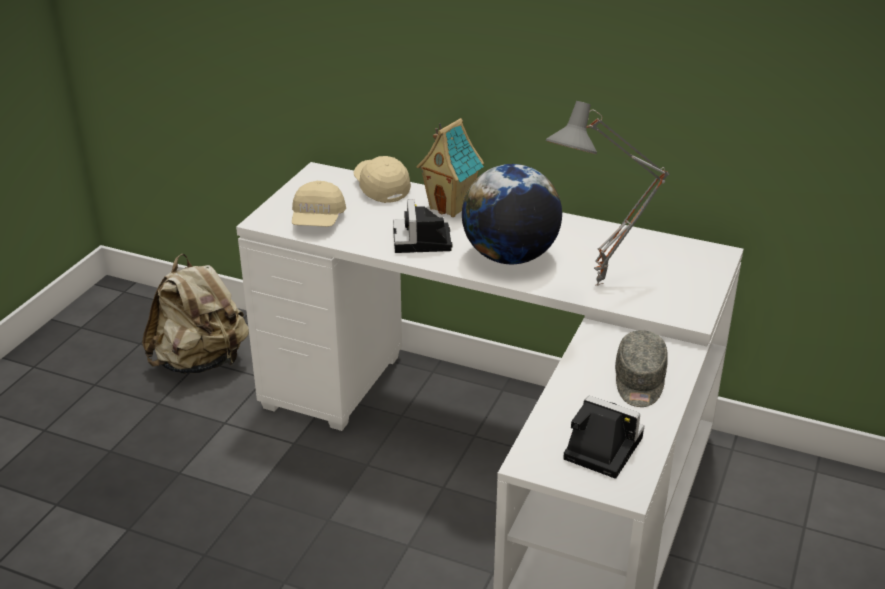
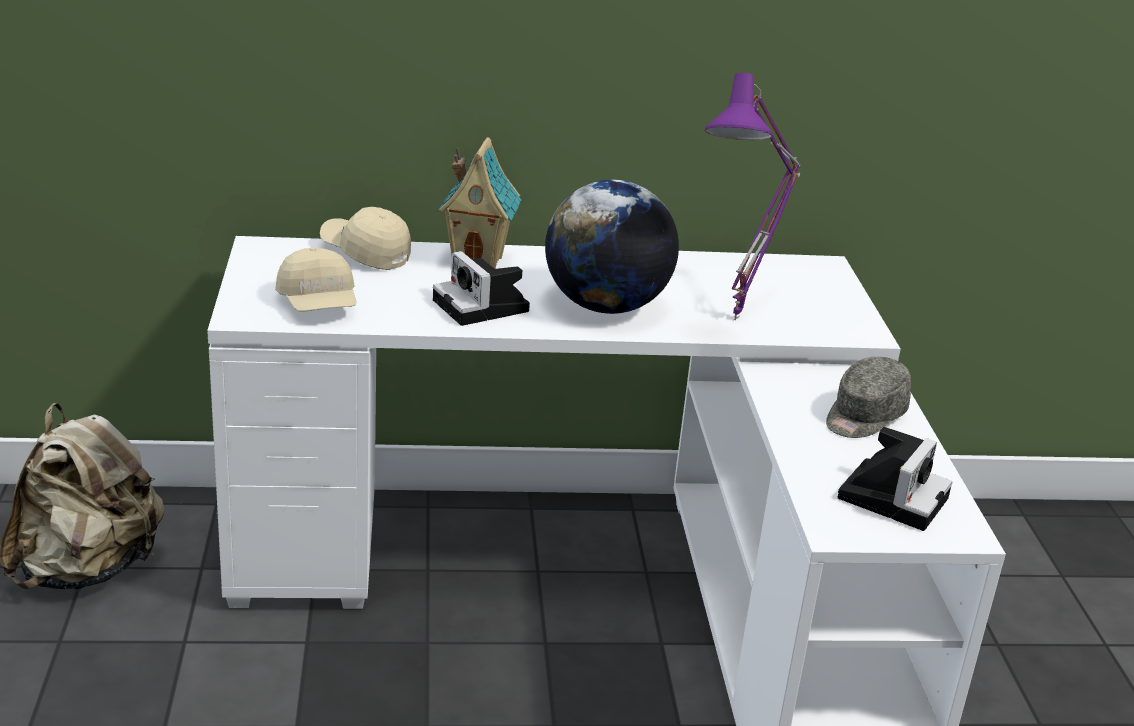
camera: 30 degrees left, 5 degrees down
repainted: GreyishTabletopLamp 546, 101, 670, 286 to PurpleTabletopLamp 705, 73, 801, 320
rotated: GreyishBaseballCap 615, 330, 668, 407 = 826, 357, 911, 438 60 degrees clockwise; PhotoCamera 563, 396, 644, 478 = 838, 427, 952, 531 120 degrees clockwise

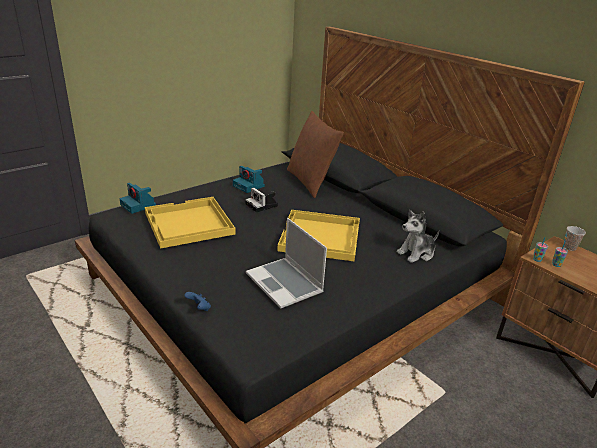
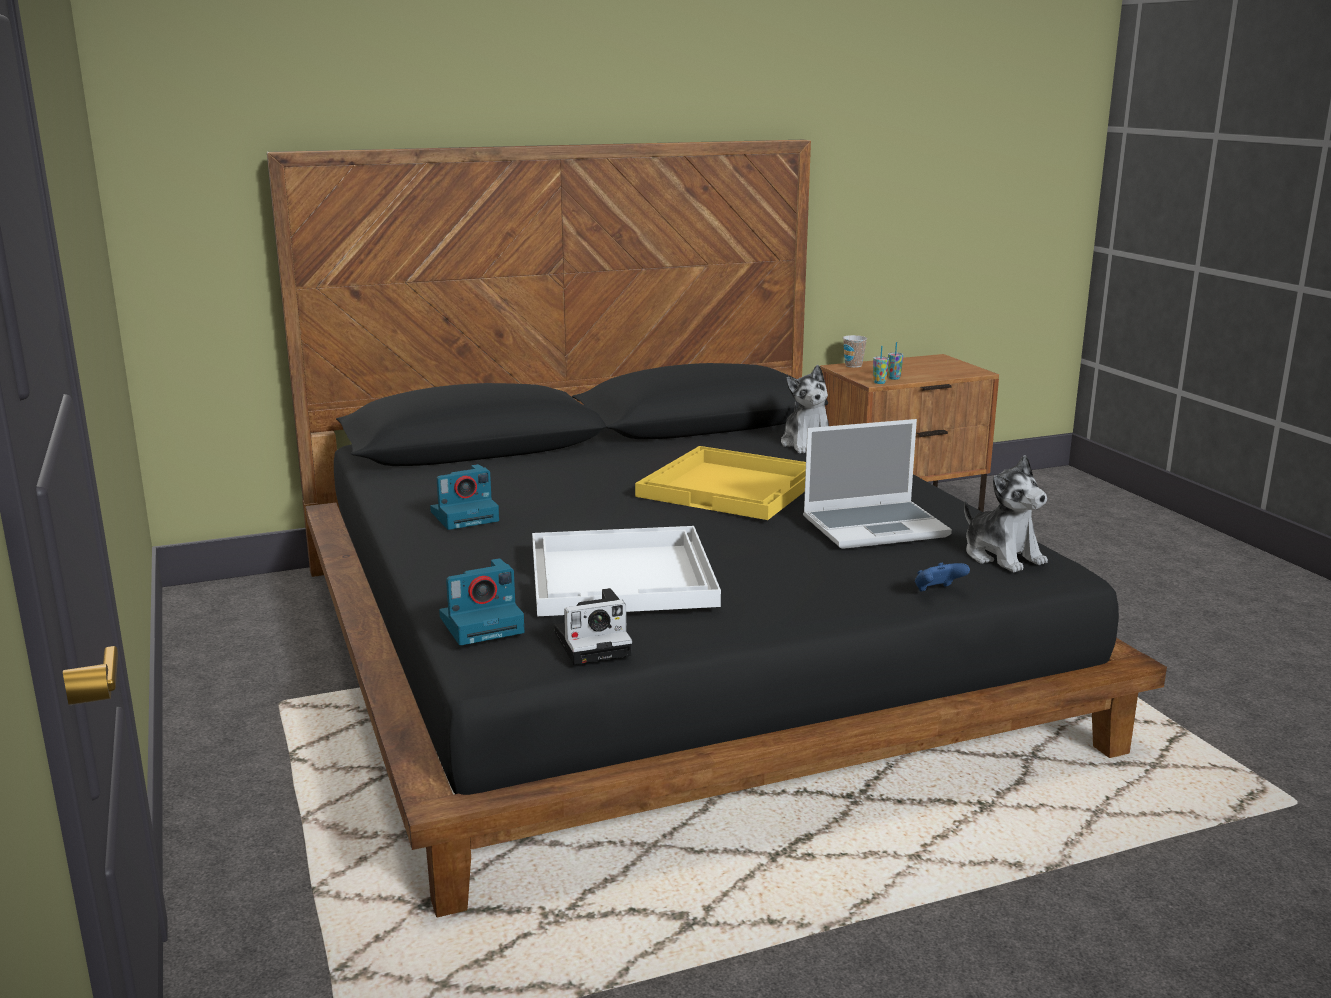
camera: 70 degrees left, 10 degrees down
gone: BrownColouredPillow 287, 111, 344, 198
new: PlushToy 964, 455, 1048, 573
shifted: PhotoCamera 245, 188, 278, 212 to 554, 588, 632, 665
repainted: YellowishTray 145, 197, 235, 249 to WhitishTray 532, 526, 721, 616

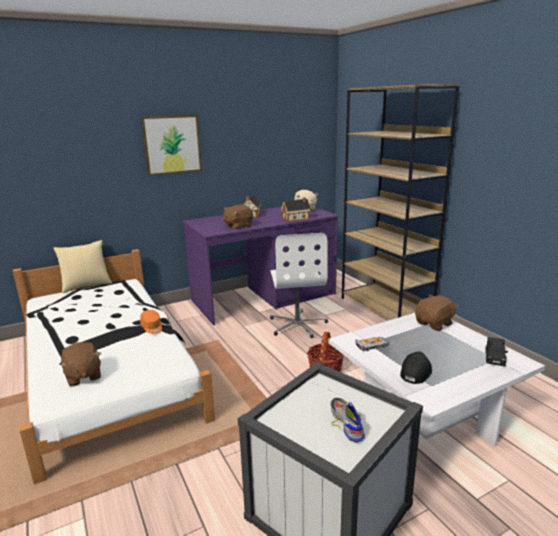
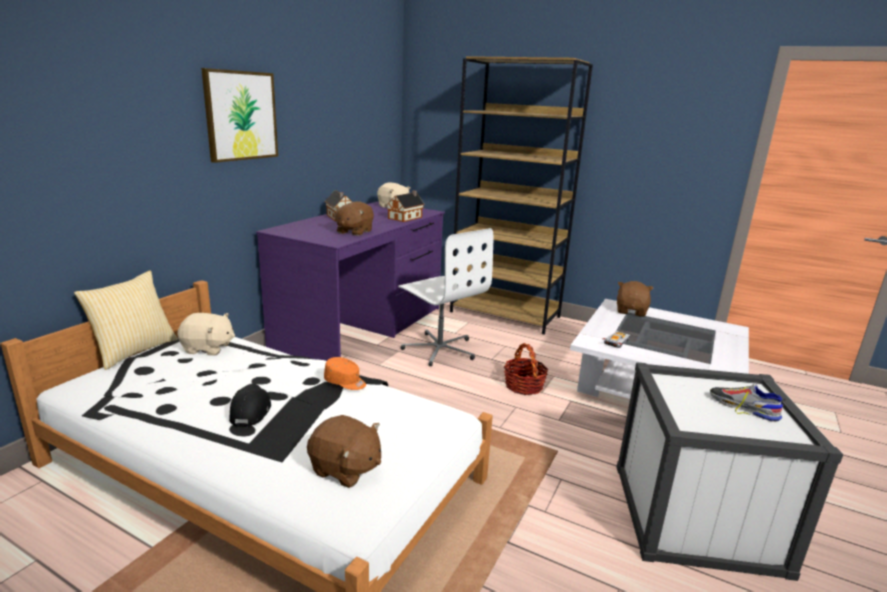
camera: 35 degrees left, 0 degrees up
gone: BlackishModelCar 485, 337, 508, 366
new: BeigeColouredPlushToy 178, 313, 235, 356
shifted: BlackishBaseballCap 400, 351, 432, 384 to 229, 383, 271, 427

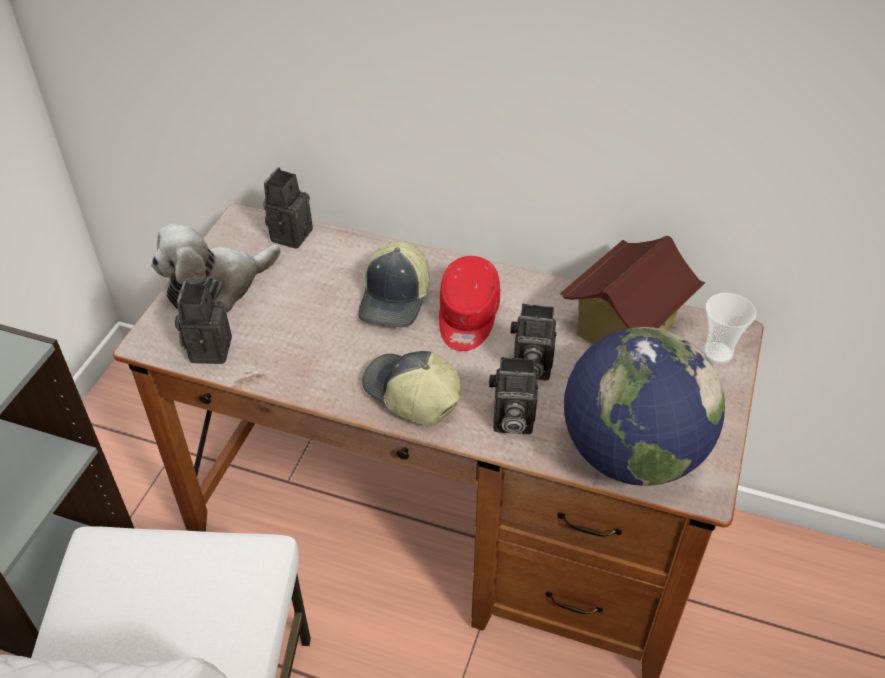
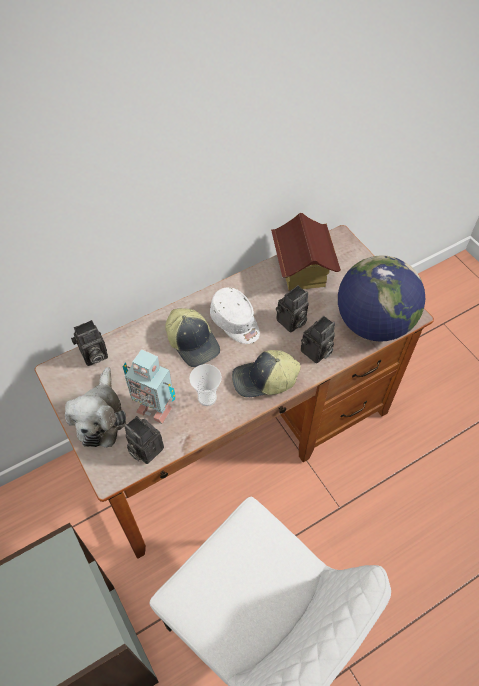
camera: 50 degrees left, 10 degrees up
new: RobotFigure 123, 349, 175, 424
shifted: SmallCup 703, 293, 756, 364 to 189, 364, 222, 406
repainted: RedColouredBaseballCap 439, 256, 500, 351 to WhitishBaseballCap 210, 287, 260, 344
rotated: PhotoCamera 263, 167, 313, 249 = 71, 320, 108, 366 90 degrees counterclockwise

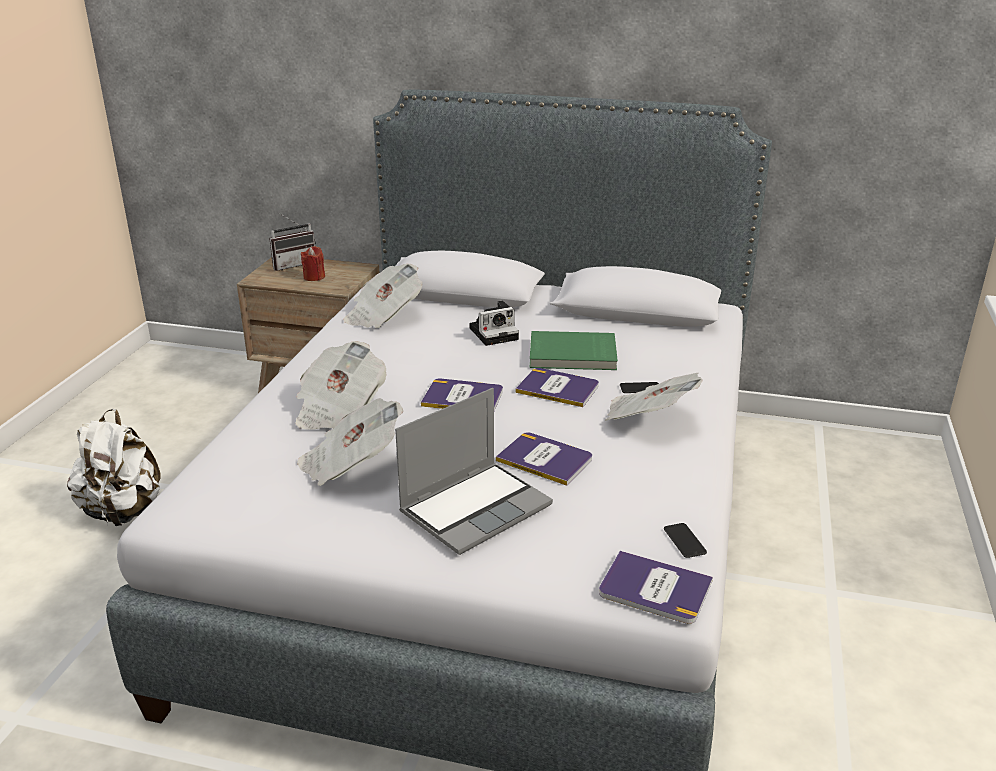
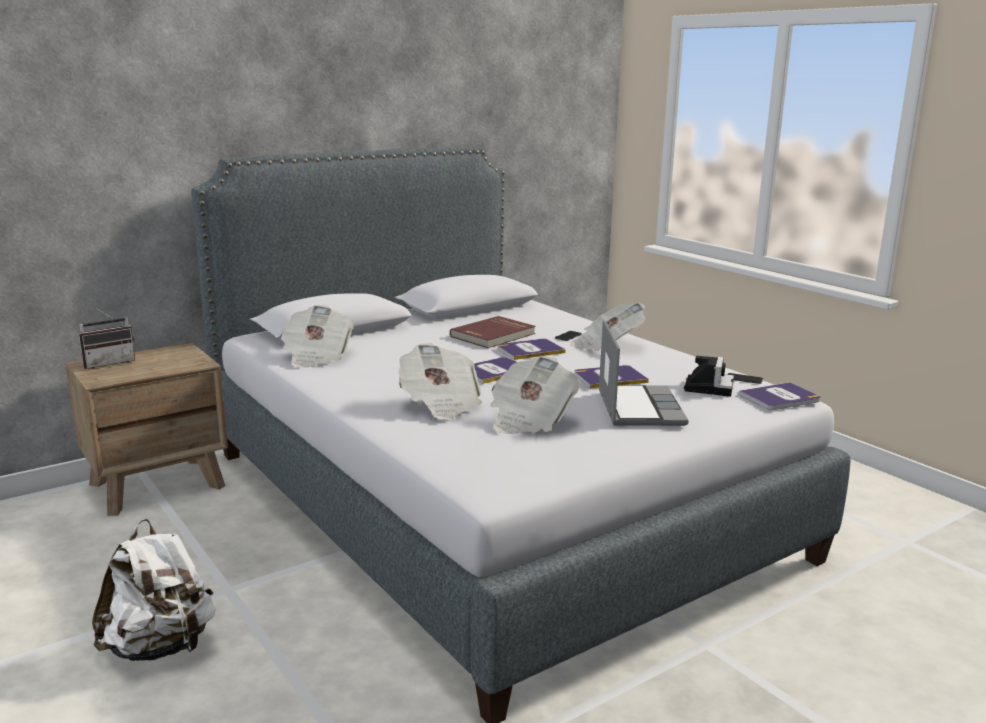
camera: 50 degrees left, 10 degrees down
gone: RedColouredWaxCandle 301, 246, 325, 281
shifted: PhotoCamera 469, 301, 519, 346 to 684, 356, 734, 397
repainted: GreenColouredBook 530, 331, 618, 370 to RedColouredBook 450, 316, 535, 348
rotated: RadioSet 269, 213, 316, 271 = 78, 306, 135, 369 45 degrees clockwise

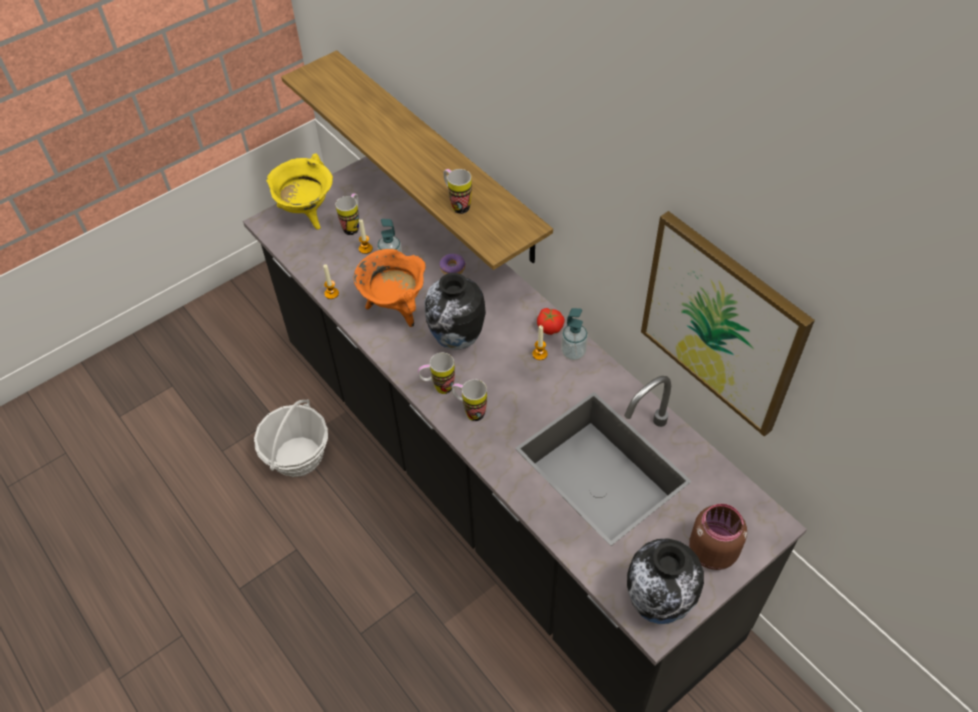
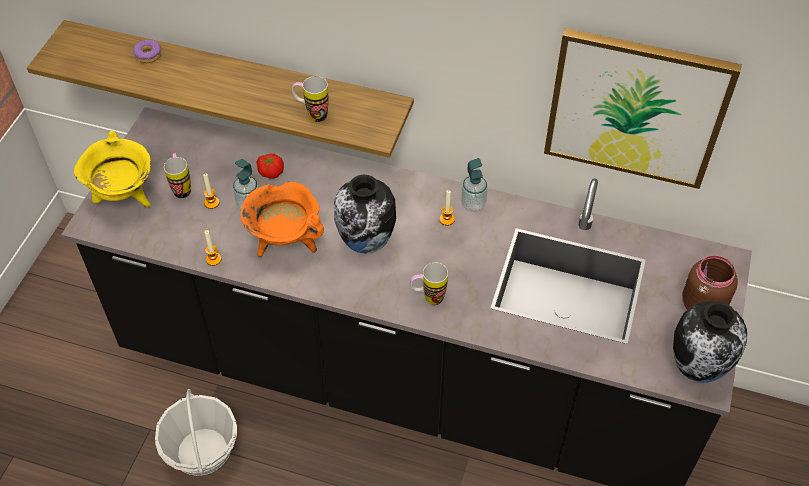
camera: 35 degrees left, 0 degrees up
gone: Mug 418, 353, 455, 394
shifted: Donut 440, 254, 465, 275 to 133, 40, 161, 63; FreshTomato 537, 308, 565, 335 to 257, 154, 284, 179

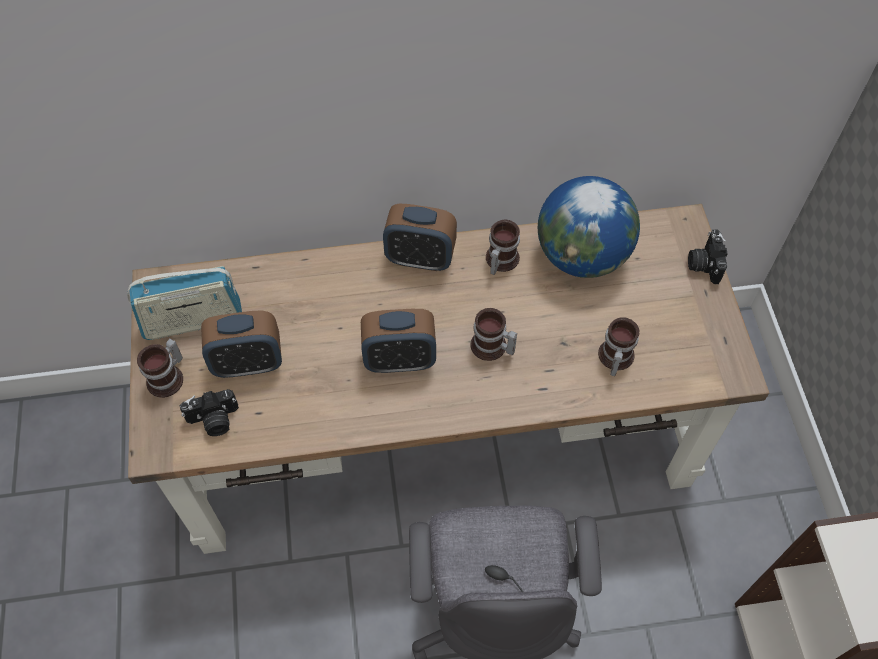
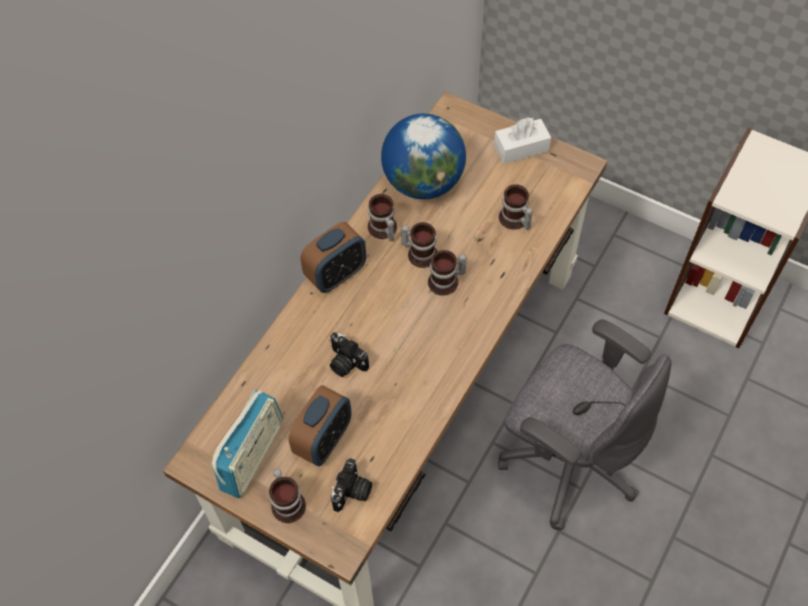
camera: 50 degrees left, 0 degrees up
gone: BedsideClock 361, 309, 436, 373
new: WhitishTissueHolder 494, 117, 551, 164; Mug 401, 222, 437, 268
shifted: PhotoCamera 688, 229, 728, 284 to 329, 332, 369, 377

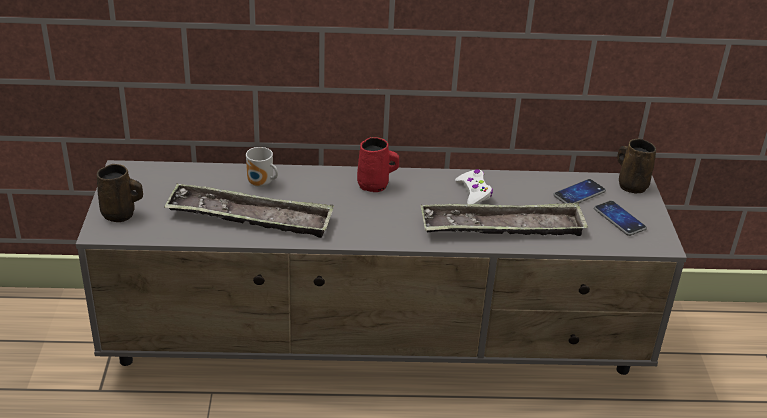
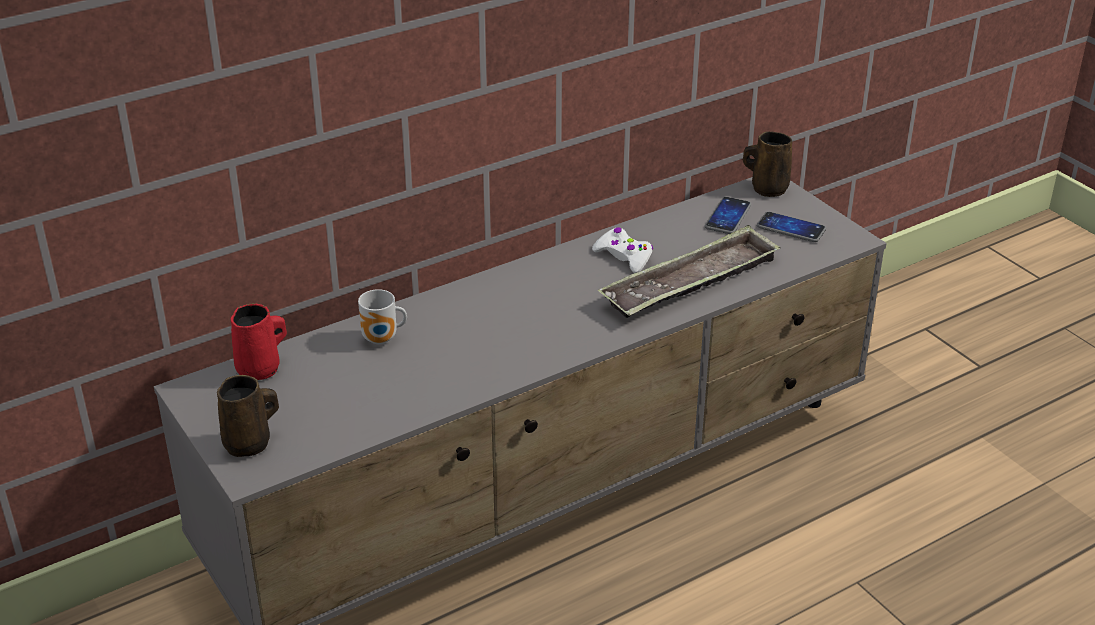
camera: 30 degrees left, 0 degrees up
gone: Tray 164, 184, 334, 238
shifted: RedColouredMug 357, 137, 399, 192 to 230, 303, 287, 380

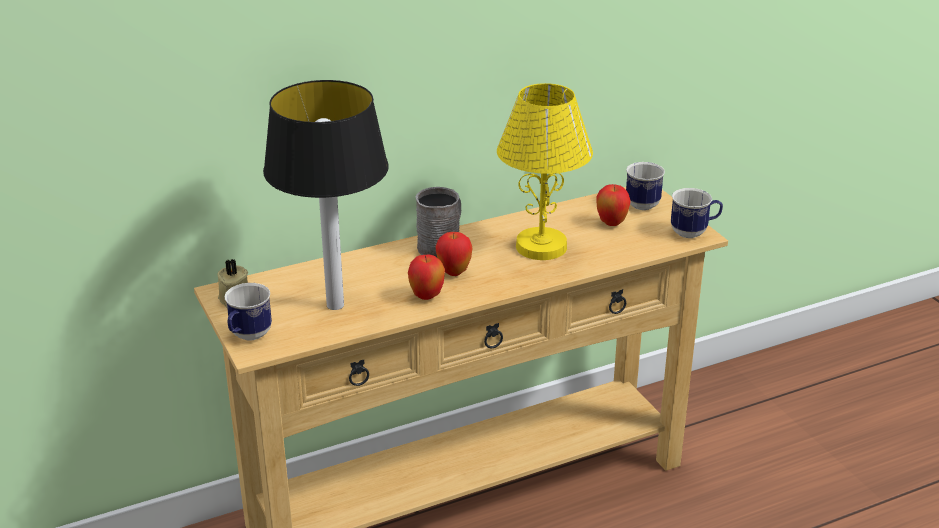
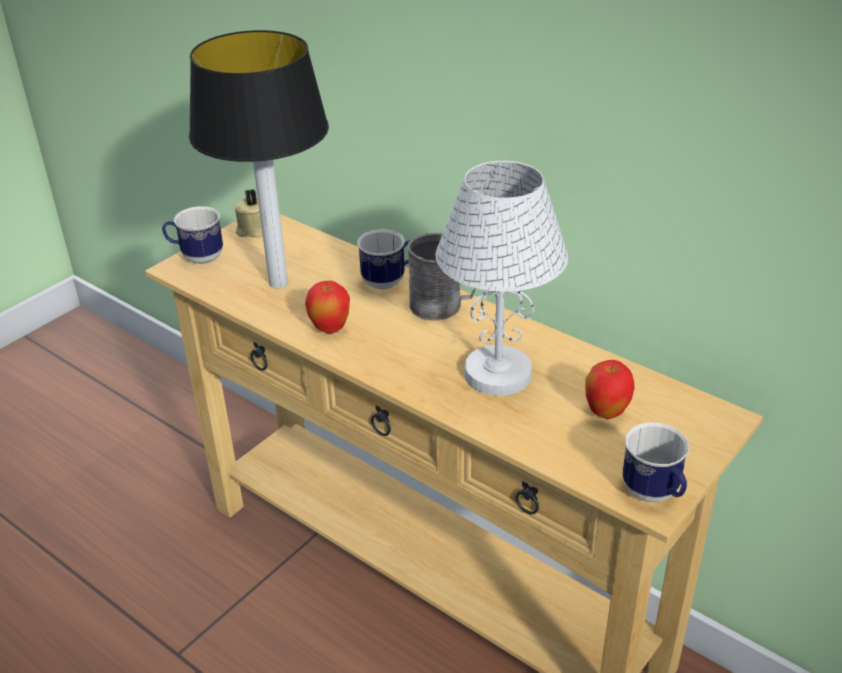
camera: 65 degrees right, 5 degrees up
gone: AppleFruit 435, 232, 472, 276
shifted: Mug 626, 162, 665, 210 to 357, 229, 410, 290
repainted: YellowishTabletopLamp 497, 83, 593, 260 to WhitishTabletopLamp 436, 161, 568, 396

